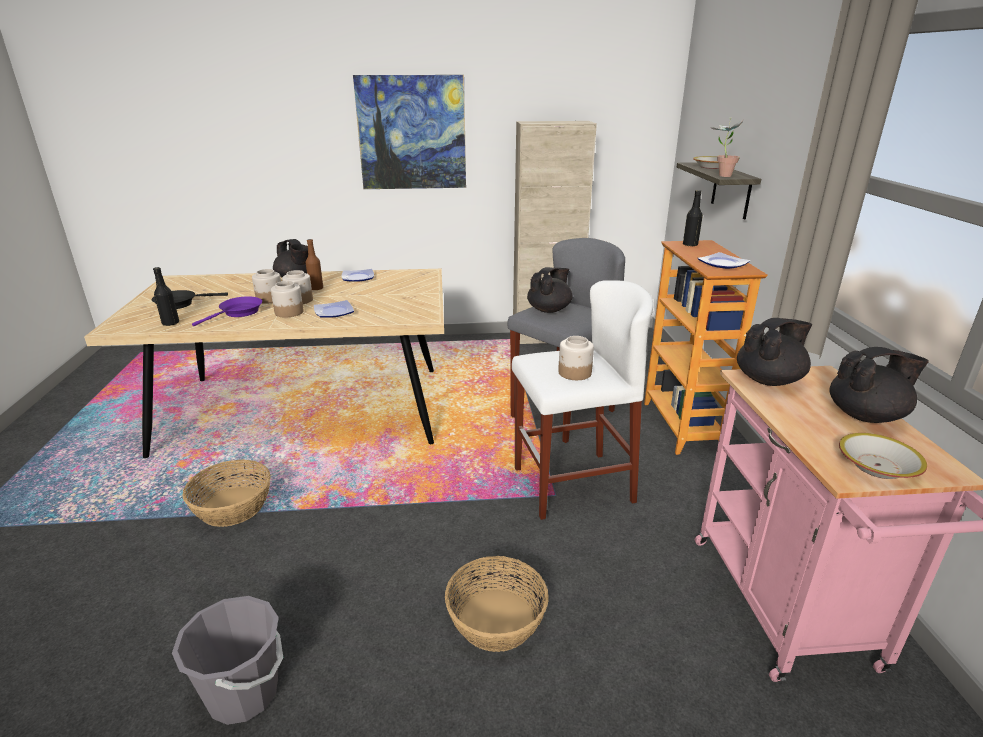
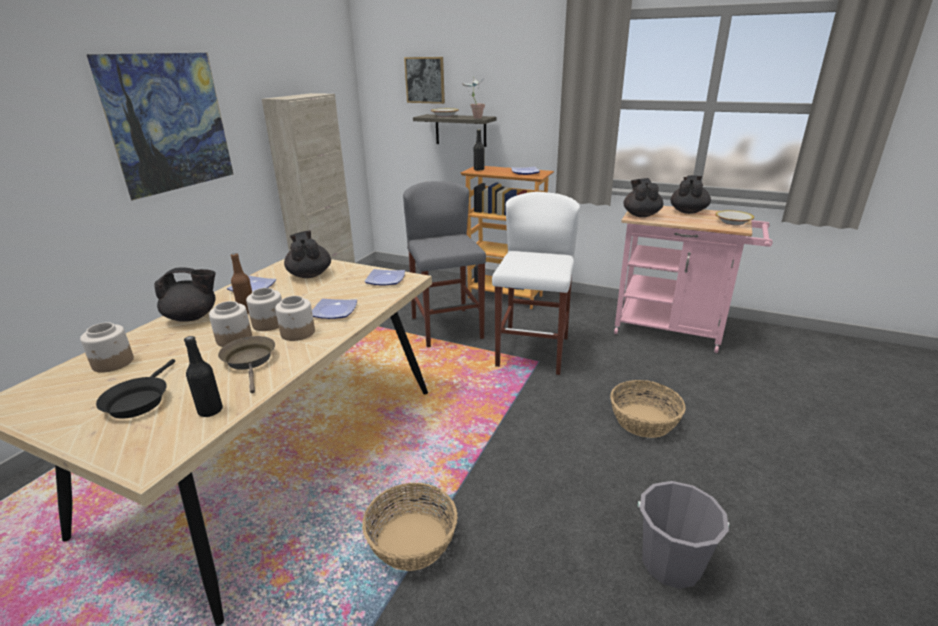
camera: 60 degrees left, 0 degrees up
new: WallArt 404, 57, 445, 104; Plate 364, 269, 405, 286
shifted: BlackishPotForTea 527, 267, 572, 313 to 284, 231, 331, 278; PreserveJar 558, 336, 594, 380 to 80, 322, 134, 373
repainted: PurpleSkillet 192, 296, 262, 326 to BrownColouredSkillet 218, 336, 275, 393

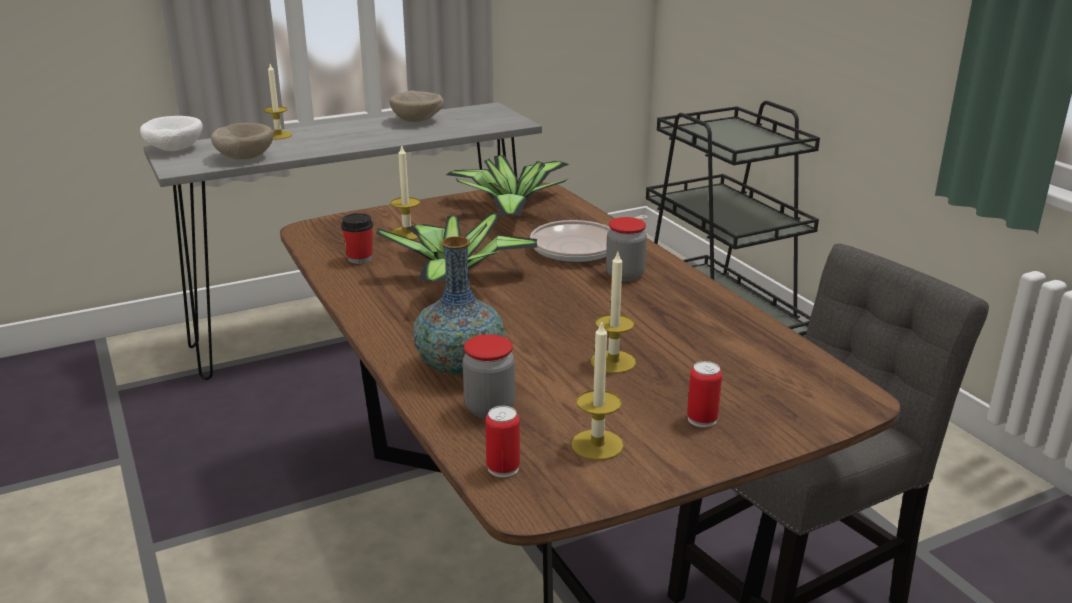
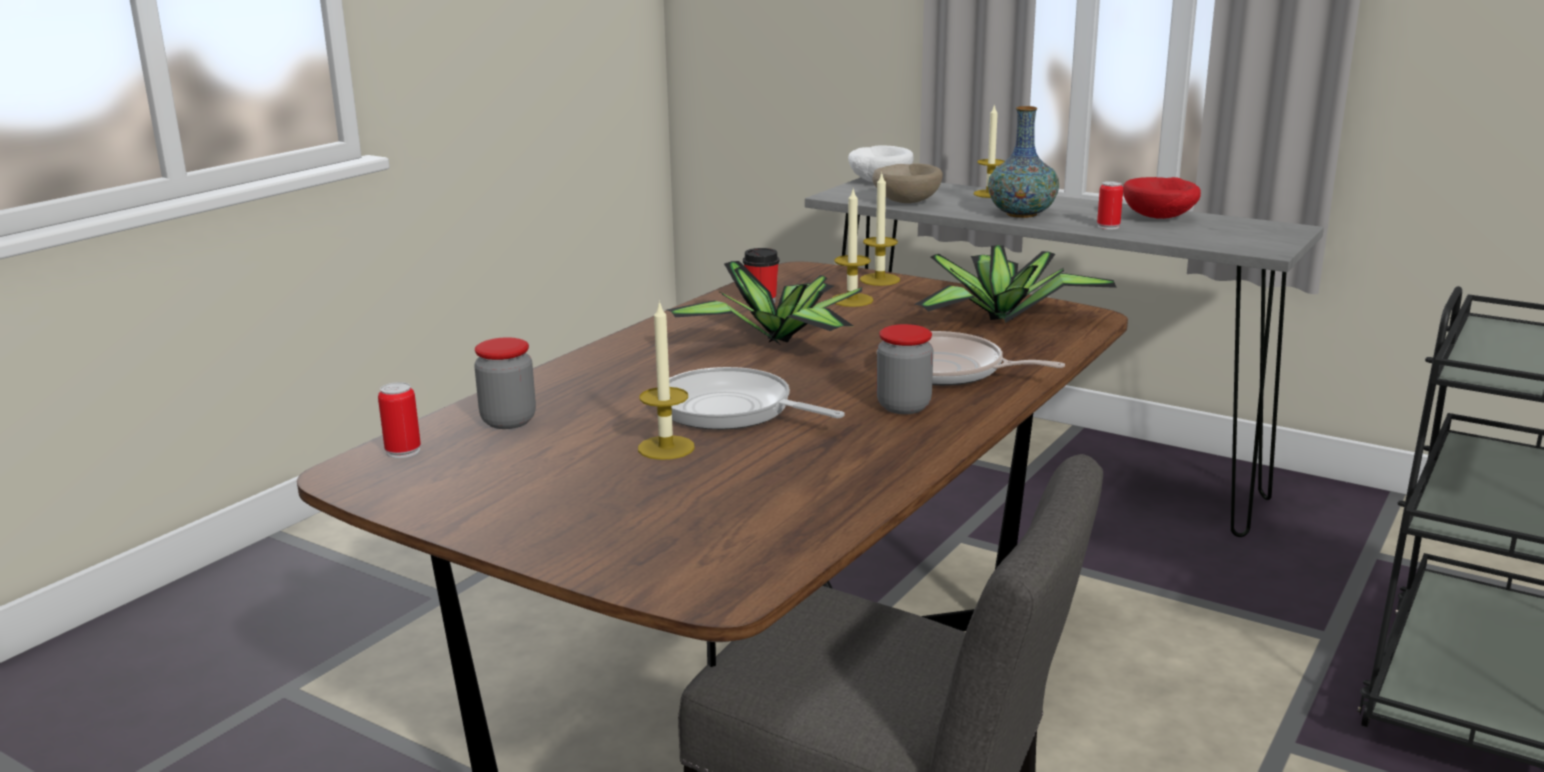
camera: 60 degrees right, 5 degrees down
new: Skillet 669, 367, 845, 430
shifted: FlowerVase 413, 236, 505, 377 to 988, 106, 1059, 218; WaxCandle 571, 320, 624, 460 to 860, 172, 900, 286; MetalCan 687, 361, 722, 428 to 1097, 181, 1123, 229
repainted: BeigeColouredServingBowl 389, 91, 444, 122 to RedColouredServingBowl 1123, 177, 1201, 219

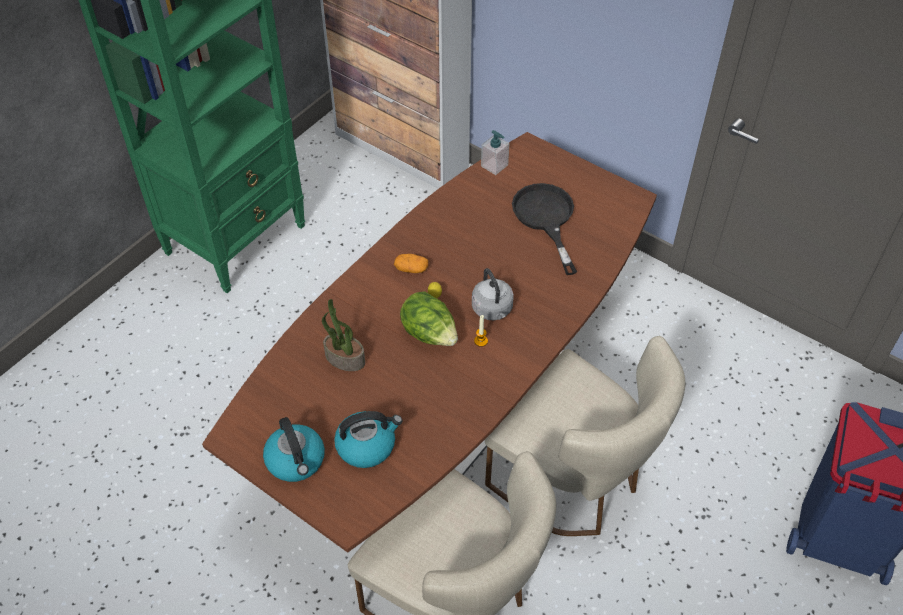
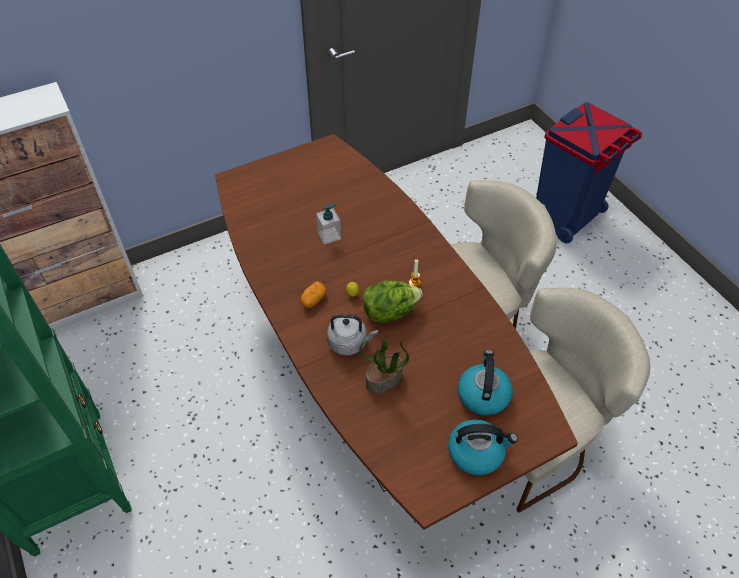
camera: 65 degrees left, 0 degrees up
gone: BlackishSkillet 512, 183, 577, 275
shifted: SoapBottle 481, 130, 509, 175 to 316, 203, 341, 244; GreyishKettle 472, 268, 514, 320 to 327, 314, 378, 355

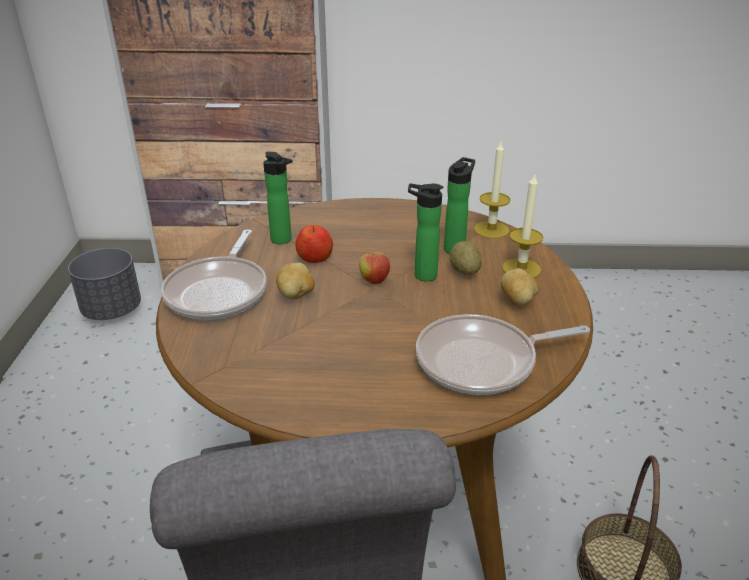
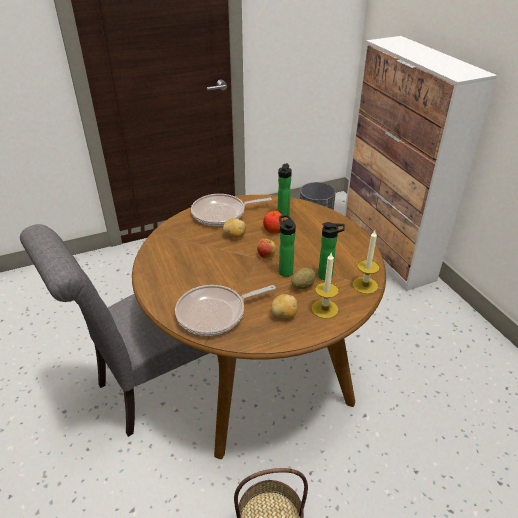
camera: 65 degrees right, 5 degrees up
rotated: Skillet 416, 314, 590, 395 = 175, 285, 276, 336 75 degrees counterclockwise

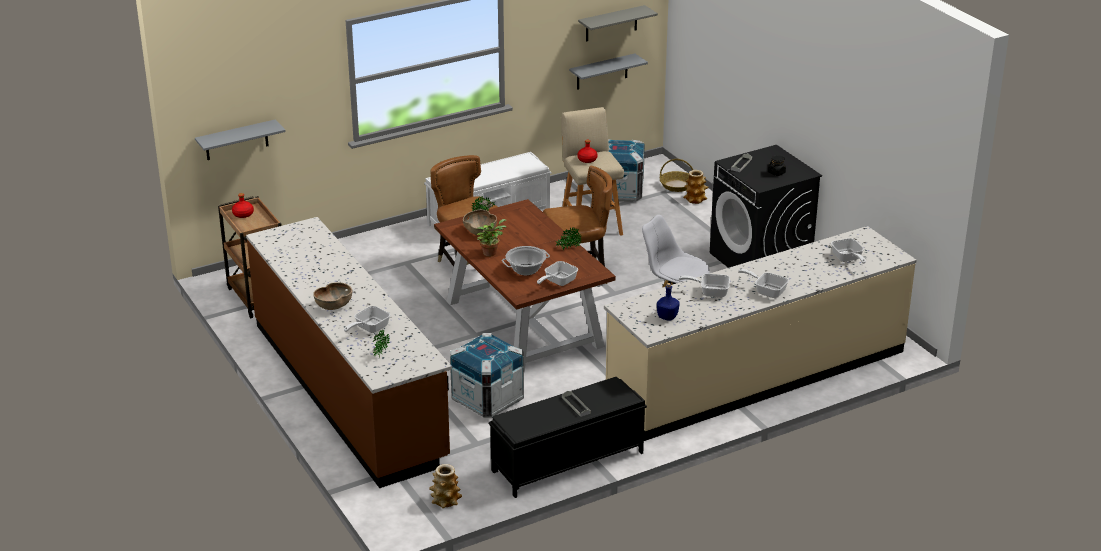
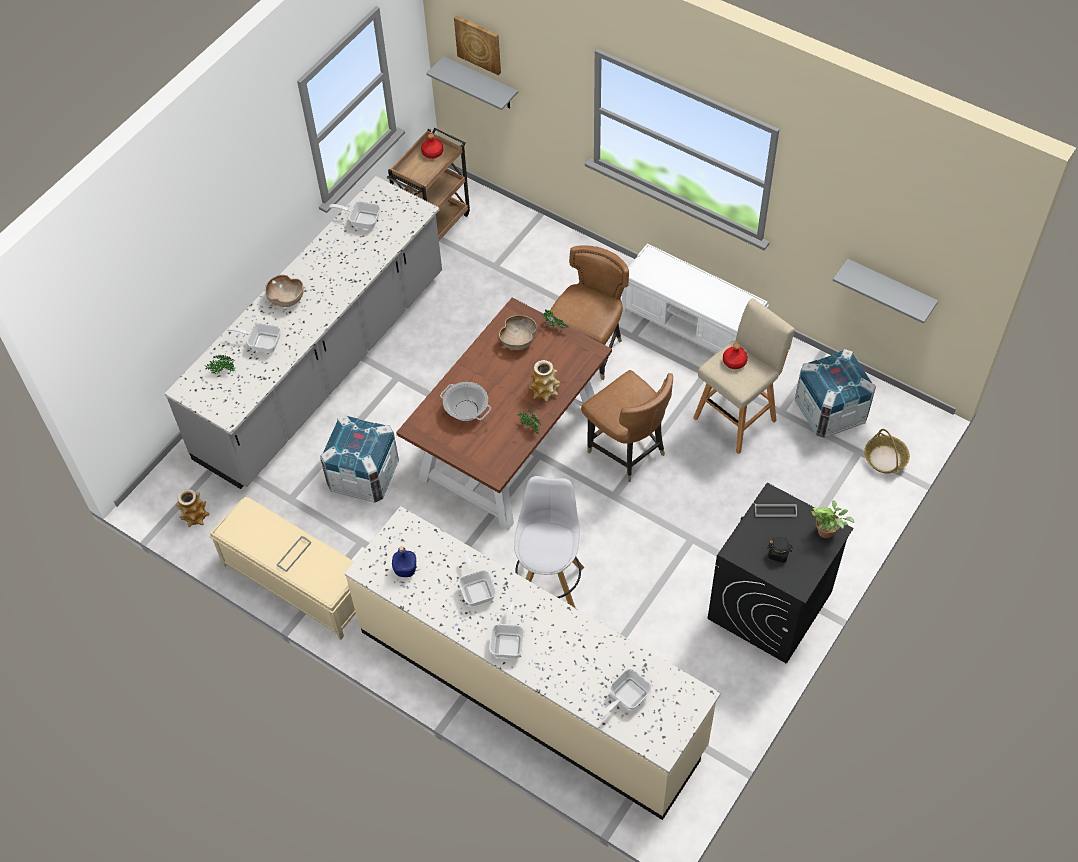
camera: 65 degrees right, 25 degrees up
gone: GreyishBracketShelf 578, 5, 658, 42
new: WallArt 454, 15, 501, 75
shifted: FlowerVase 683, 170, 709, 204 to 528, 360, 560, 402; PottedPlant 477, 219, 506, 257 to 811, 500, 854, 538; Skillet 537, 261, 578, 286 to 329, 201, 380, 229
repainted: BrownColouredCounter 246, 217, 452, 488 to GreyishCounter 164, 176, 442, 489; BlackishIndoorBench 489, 377, 647, 498 to BeigeColouredIndoorBench 209, 497, 356, 640

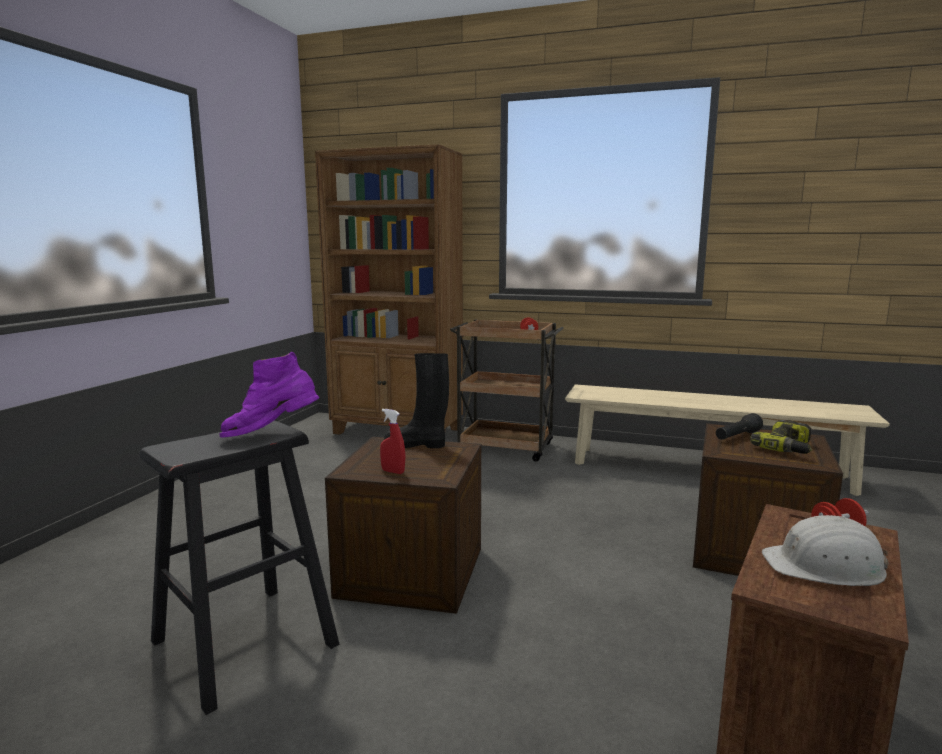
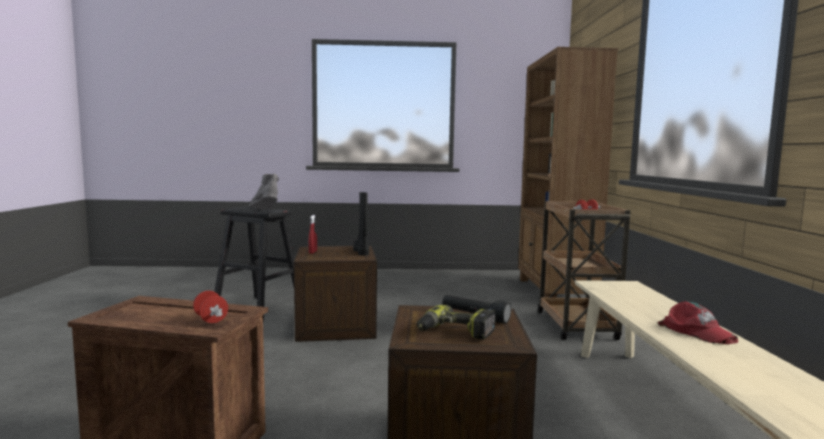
camera: 70 degrees right, 5 degrees down
gone: WhitishWorkHelmet 762, 515, 888, 586
new: RedColouredBaseballCap 658, 301, 738, 344
repainted: PurpleHighTopBoot 219, 352, 319, 438 to GreyishHighTopBoot 249, 174, 279, 210

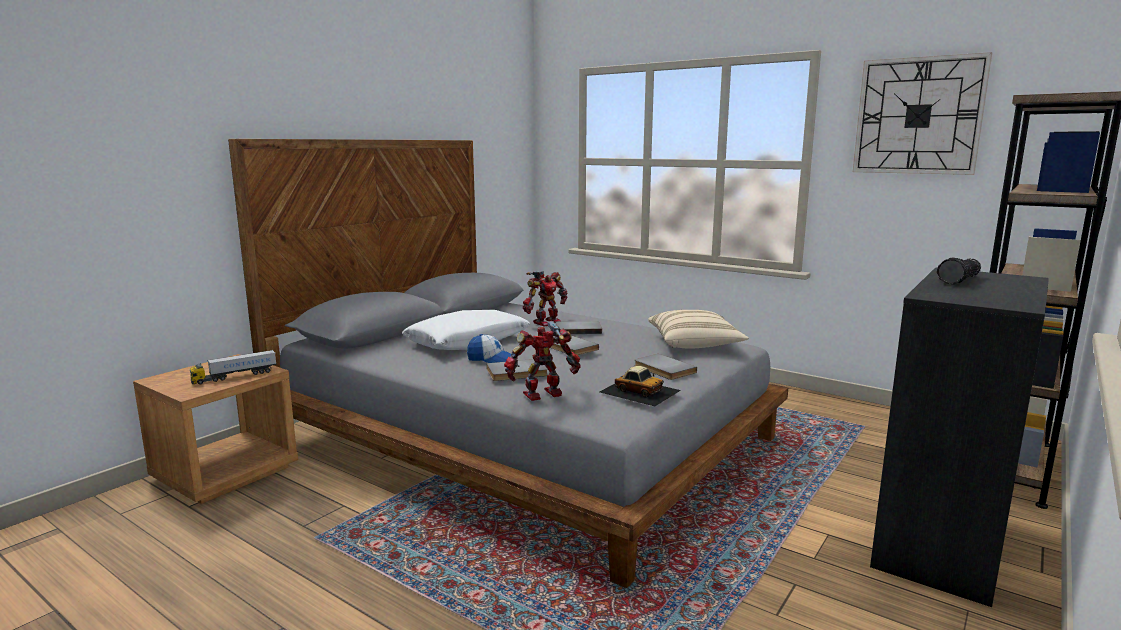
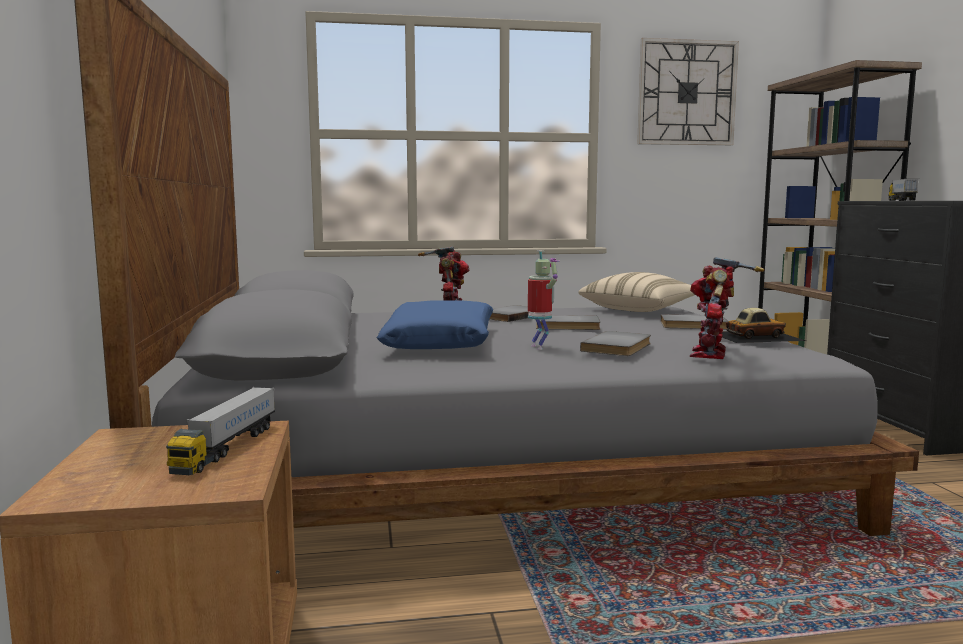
camera: 45 degrees left, 5 degrees down
swapped: HandTorch 937, 258, 981, 285 to ToyLorry 889, 179, 919, 201; BaseballCap 467, 334, 511, 363 to RobotFigure 528, 250, 560, 350
repainted: WhitishPillow 402, 310, 530, 350 to BluishPillow 376, 300, 493, 349

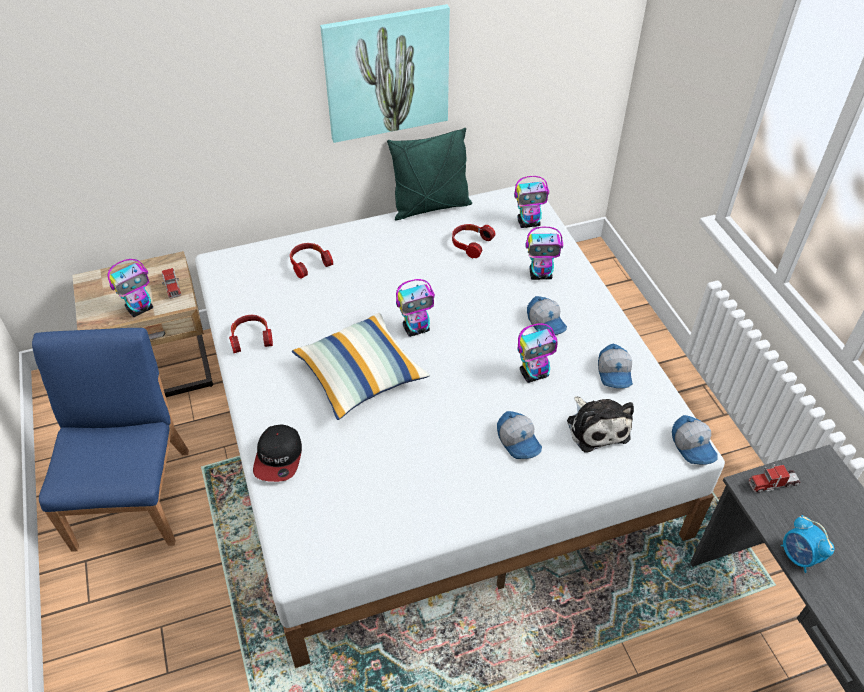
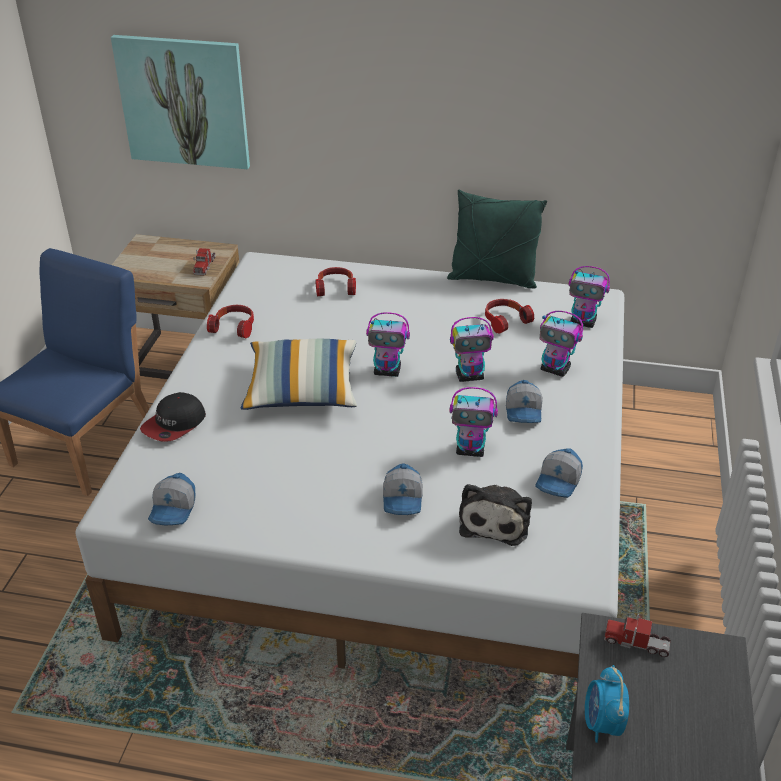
camera: 30 degrees right, 10 degrees down
shifted: WallArt 320, 4, 450, 143 to 111, 35, 250, 169; RobotFigure 107, 259, 153, 317 to 450, 317, 494, 382; BaseballCap 672, 415, 718, 465 to 148, 473, 195, 525

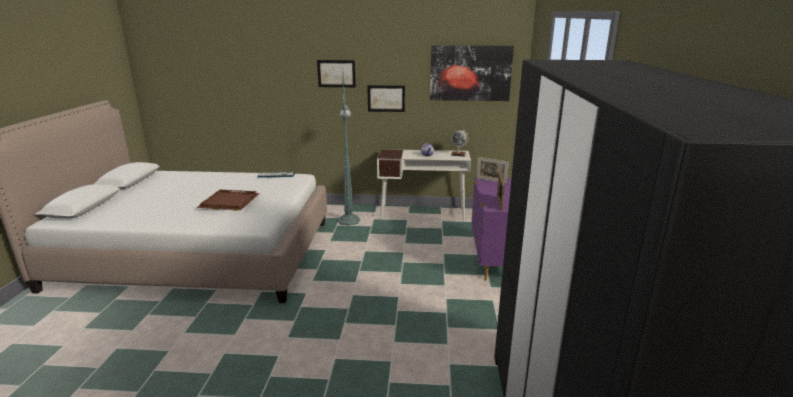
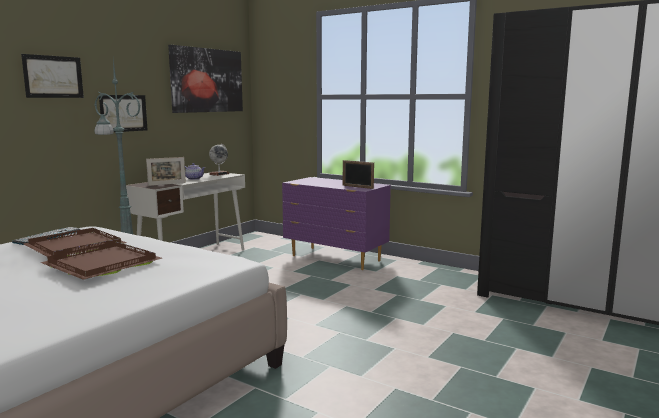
camera: 60 degrees left, 10 degrees down
new: BrownColouredTray 24, 228, 127, 257
shifted: PictureFrame 476, 157, 509, 184 to 146, 157, 186, 186

